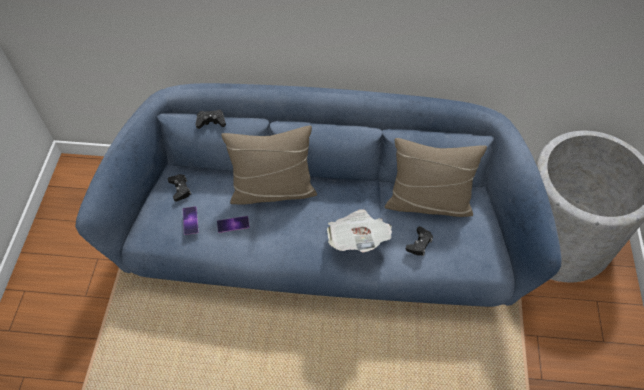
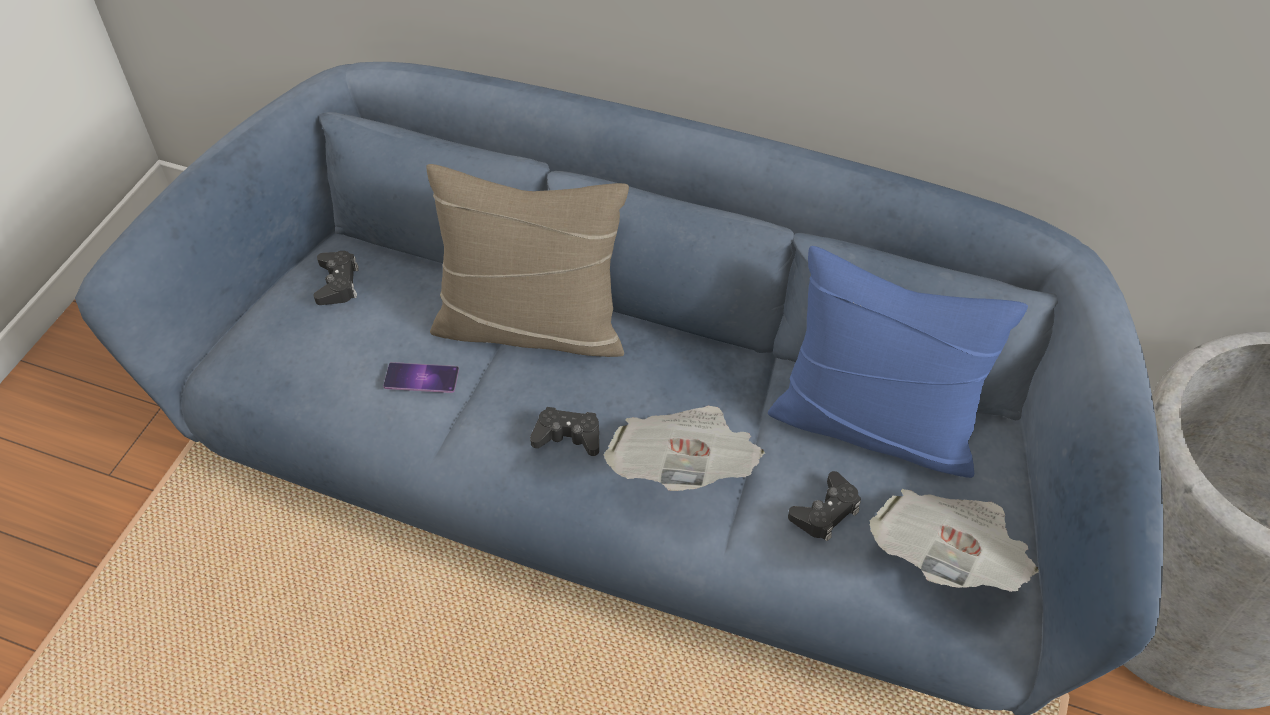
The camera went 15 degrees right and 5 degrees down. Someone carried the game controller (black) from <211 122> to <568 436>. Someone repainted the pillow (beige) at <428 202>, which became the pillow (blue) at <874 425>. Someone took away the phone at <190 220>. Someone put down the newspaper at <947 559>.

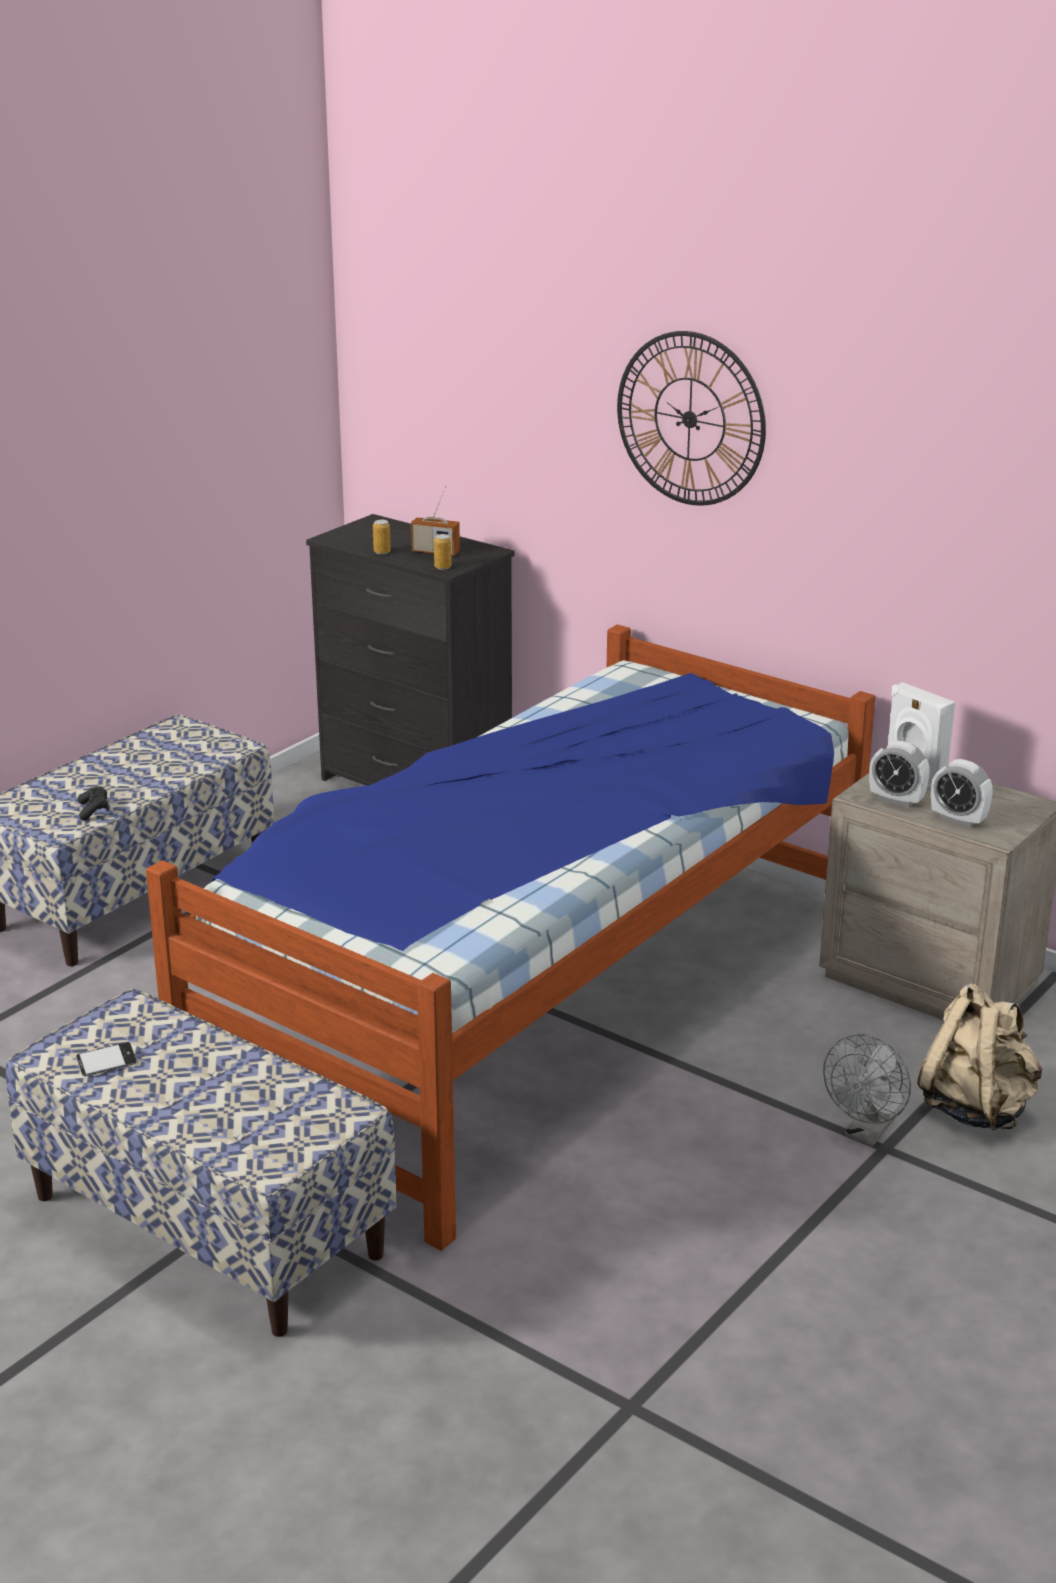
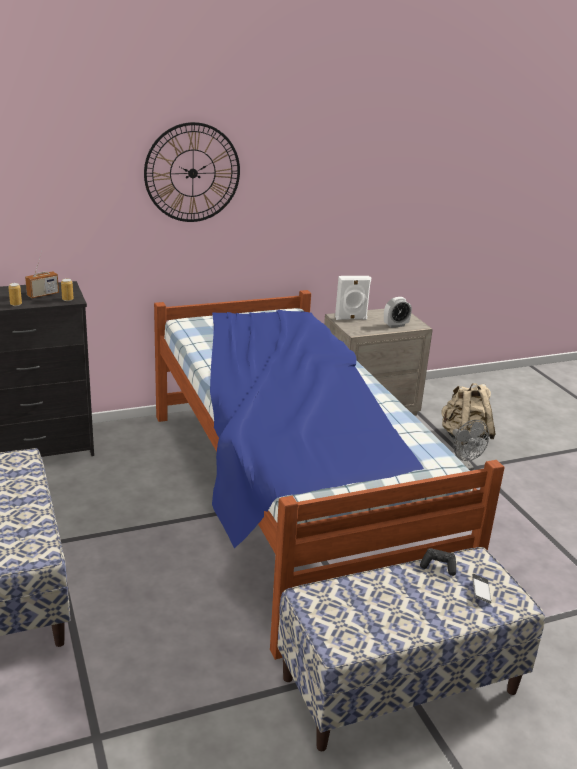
The camera went 60 degrees left and 0 degrees up. Someone took away the alarm clock at <896 800>. Someone carried the game controller (black) from <94 810> to <438 566>. Someone carried the phone from <106 1063> to <480 591>.

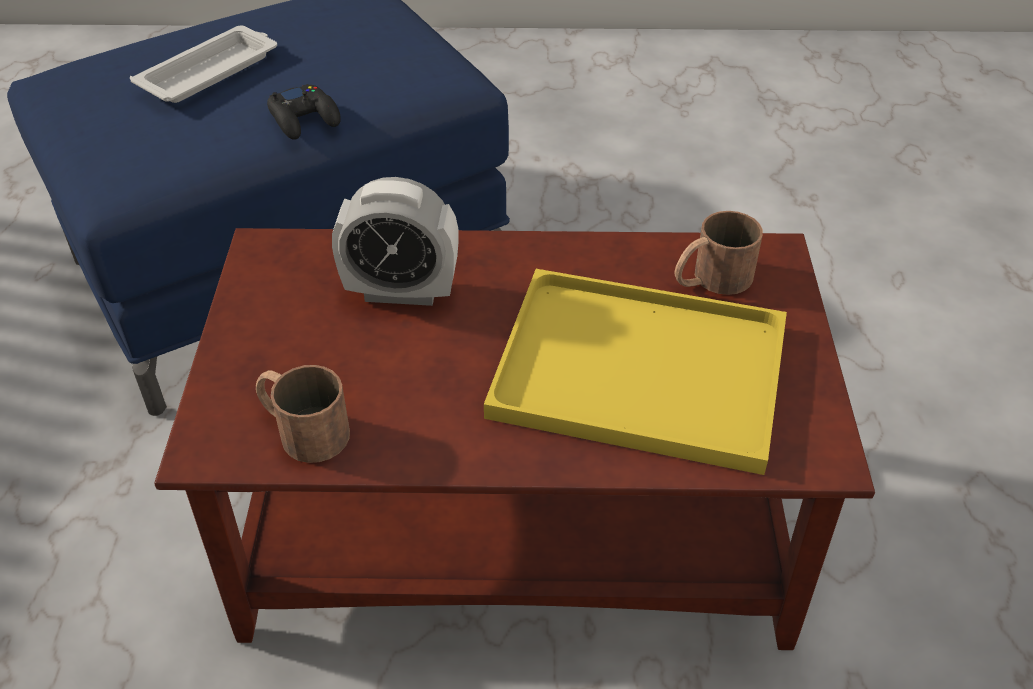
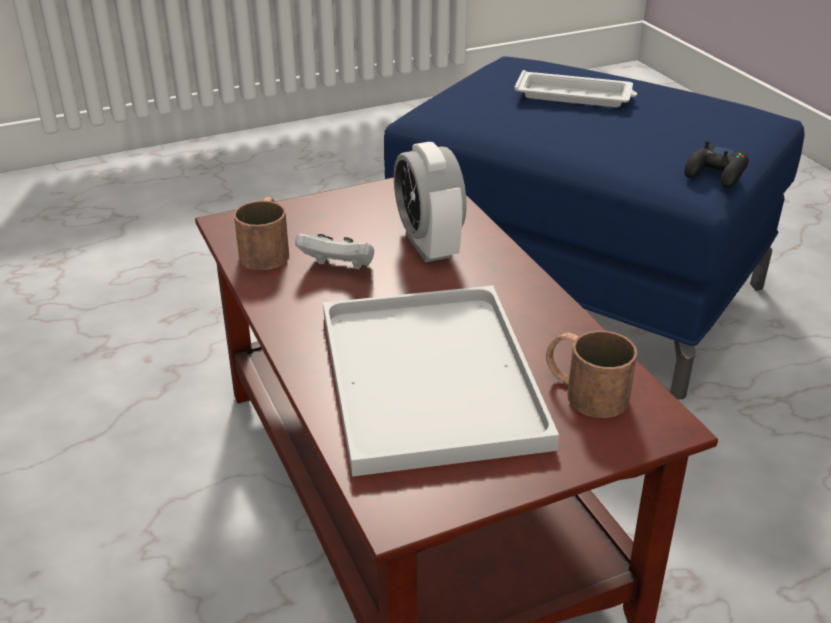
The camera went 65 degrees right and 10 degrees down. Someone carried the game controller (black) from <305 119> to <716 173>. Someone repainted the tray (yellow) at <646 369>, which became the tray (white) at <434 381>. Someone put down the game controller (white) at <339 268>.

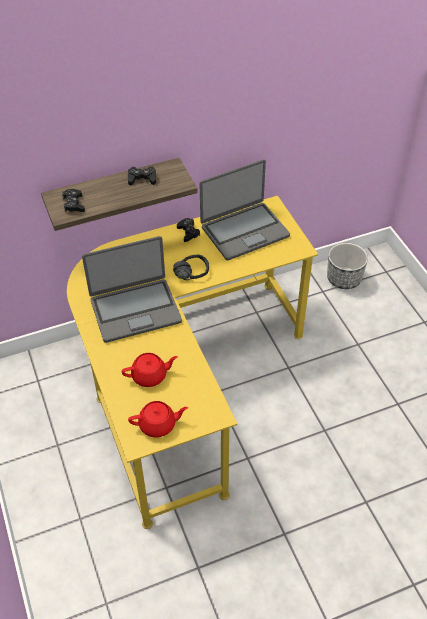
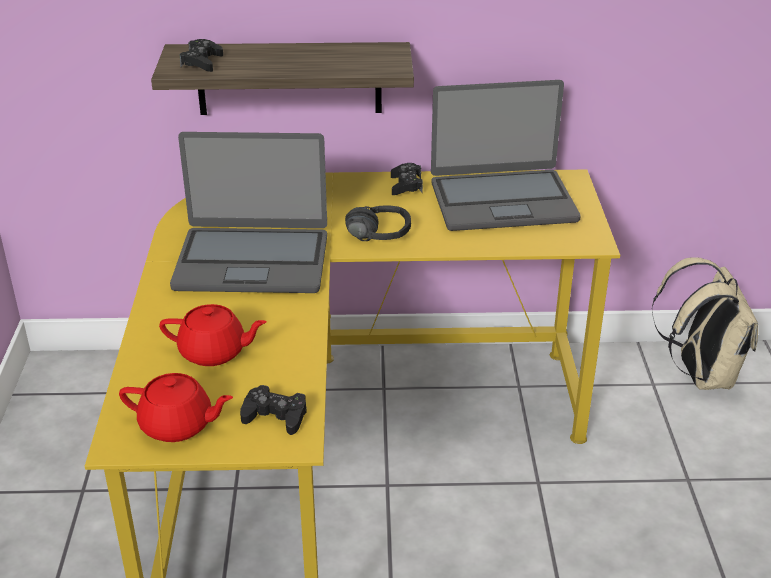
The camera went 20 degrees right and 15 degrees down. Someone carried the game controller (black) from <142 179> to <275 416>. Someone swapped the planter at <343 278> for the backpack (beige) at <700 374>.

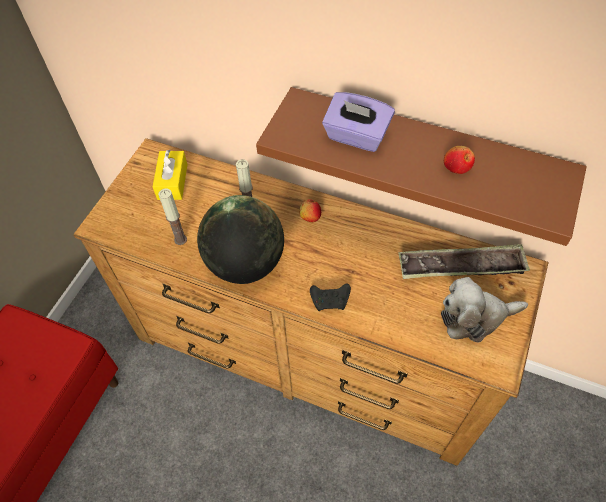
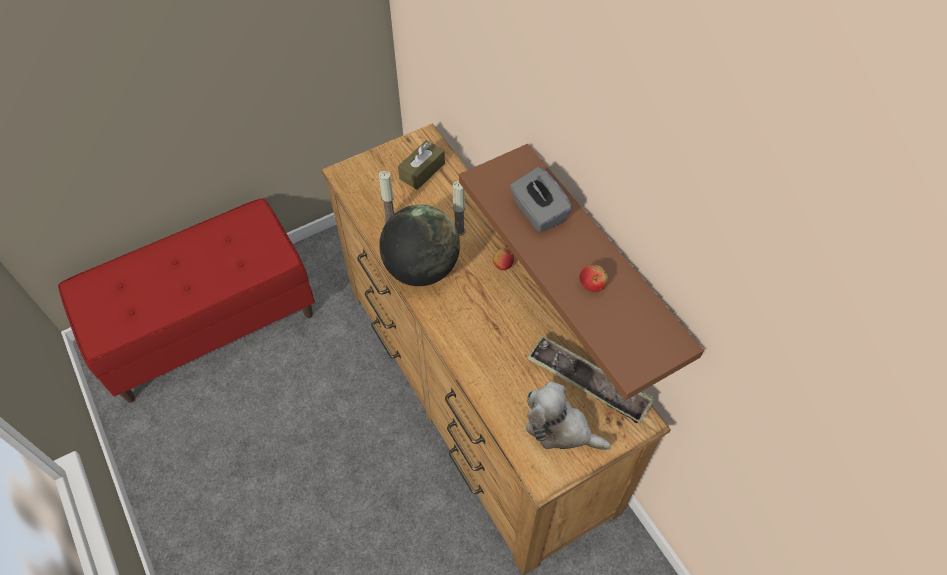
The camera went 35 degrees right and 0 degrees up. Someone repainted the tissue box (purple) at <356 136>, which became the tissue box (grey) at <538 213>. Someone repainted the tissue box (yellow) at <172 181>, which became the tissue box (brown) at <422 171>. Someone took away the game controller (black) at <331 300>.

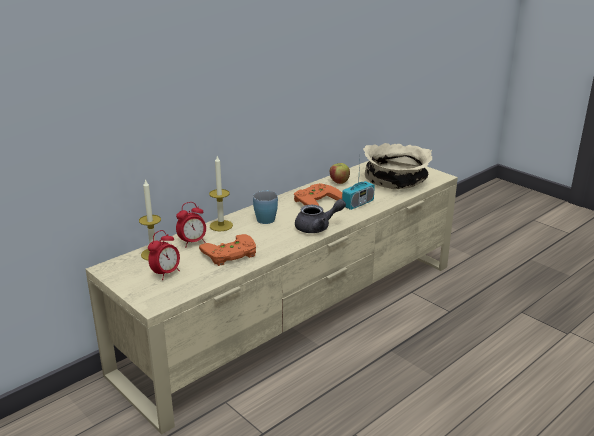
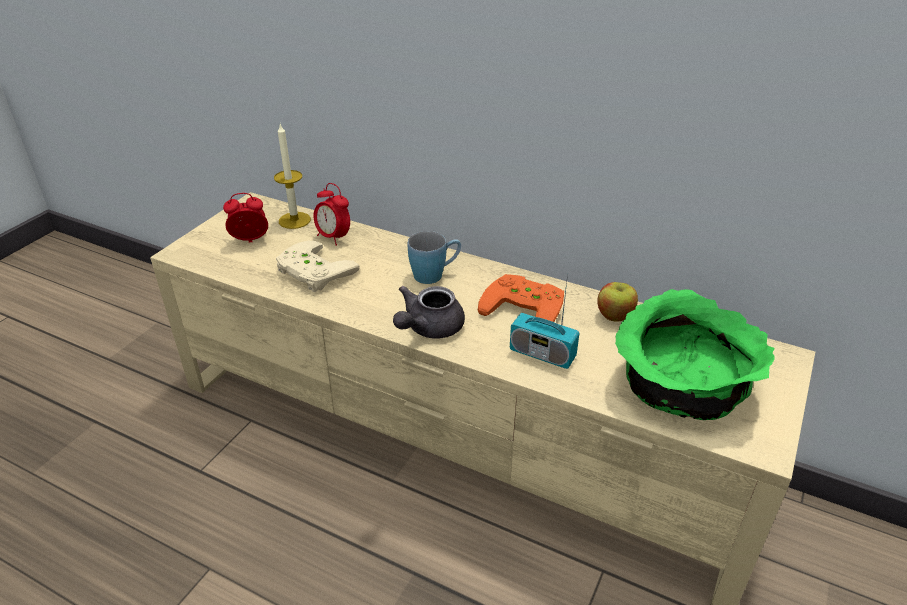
The camera went 70 degrees right and 10 degrees up. Someone repainted the bowl (beige) at <397 181>, which became the bowl (green) at <682 385>. Someone took away the candle at <221 225>. Someone rotated the teapot (grey) at <317 227> by 75 degrees clockwise. Someone rotated the alarm clock at <166 273> by 150 degrees clockwise. Someone repainted the game controller (orange) at <230 255>, which became the game controller (beige) at <312 272>.

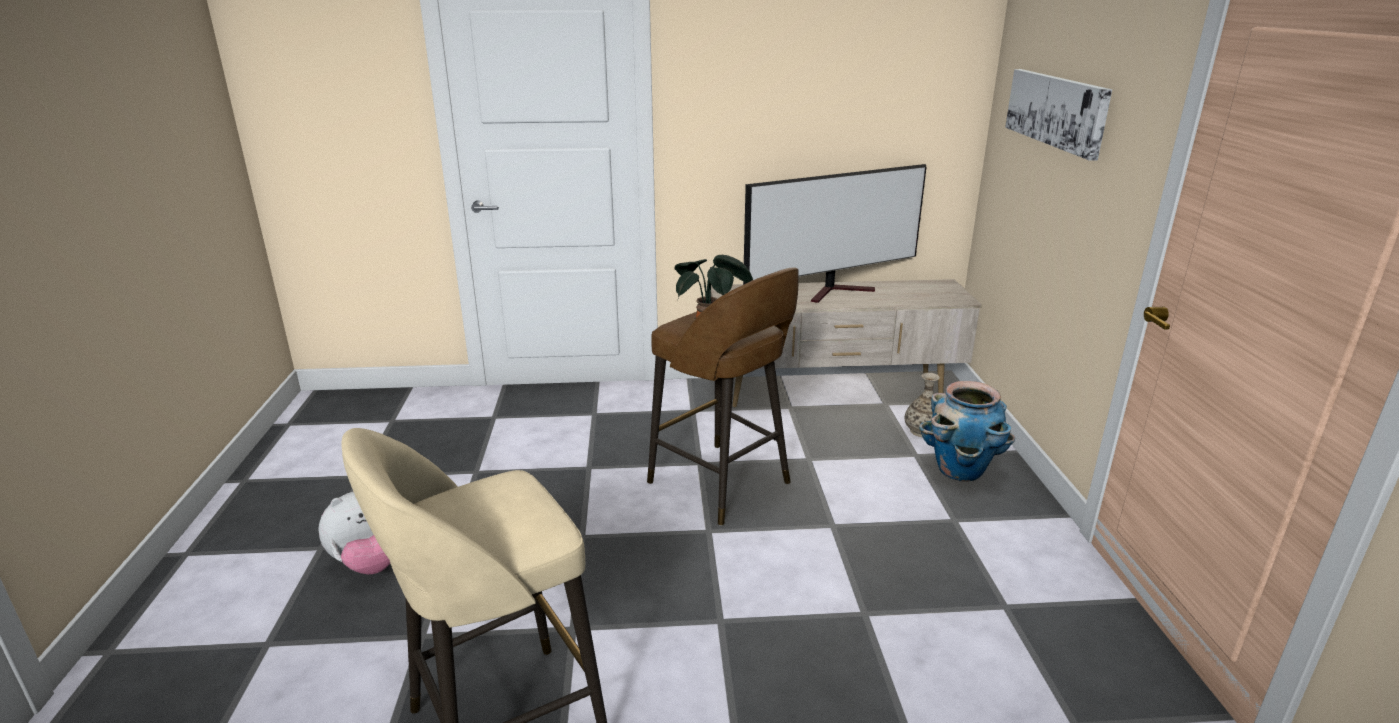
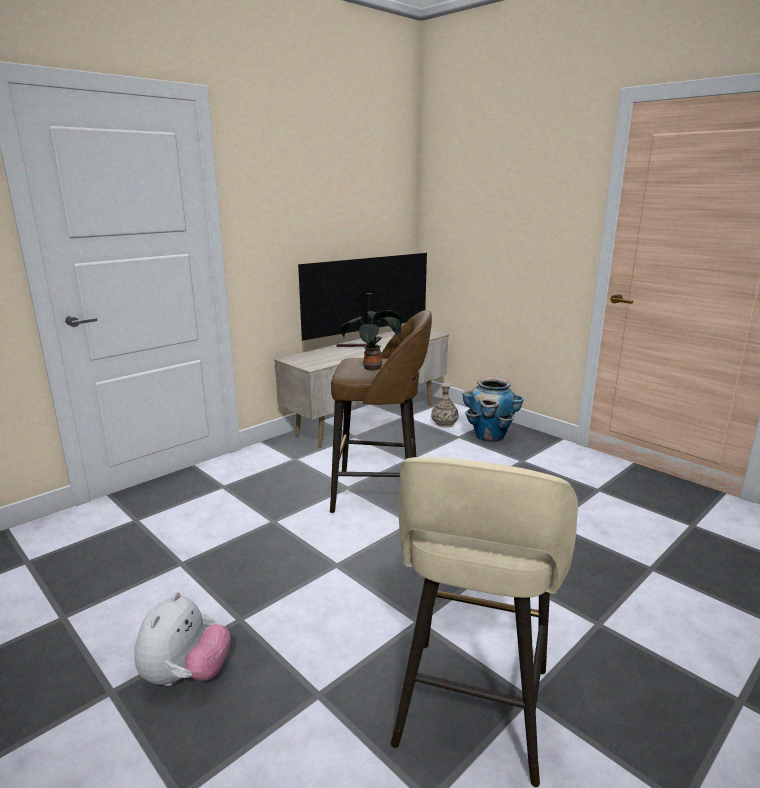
The camera went 40 degrees left and 5 degrees down. Someone took away the picture at <1056 110>. Someone rotated the television at <838 291> by 150 degrees counterclockwise.

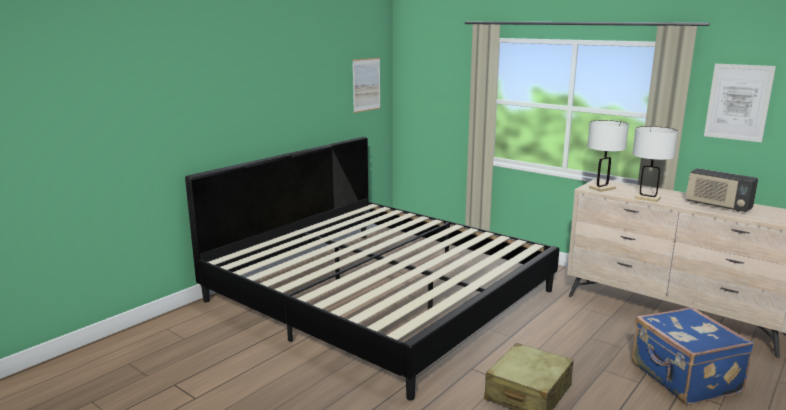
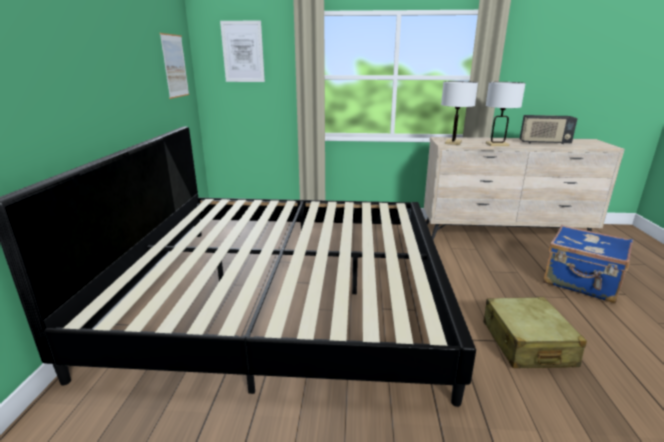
The camera went 35 degrees left and 5 degrees up. Someone carried the picture from <738 102> to <243 52>.

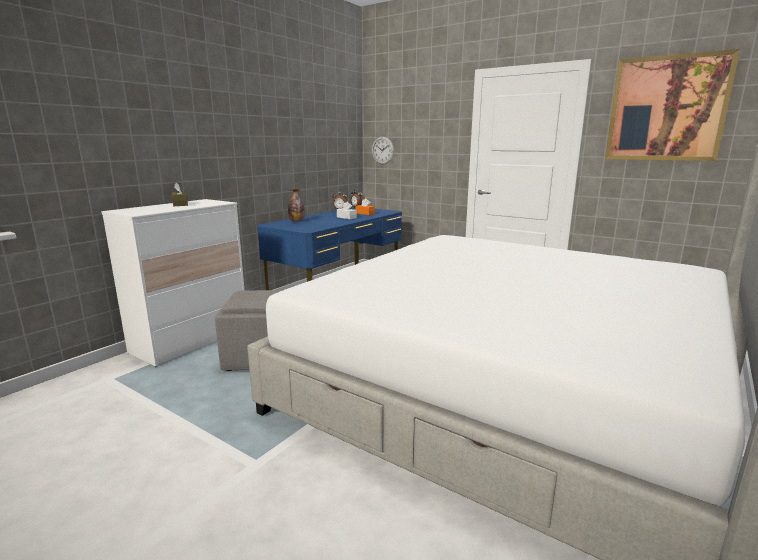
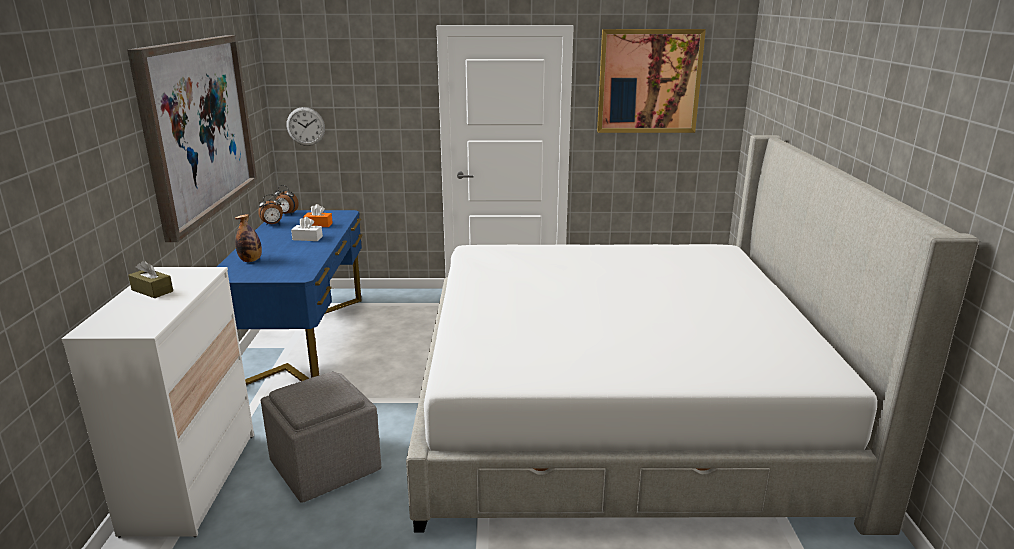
The camera went 35 degrees left and 5 degrees up. Someone put up the picture at <198 128>.

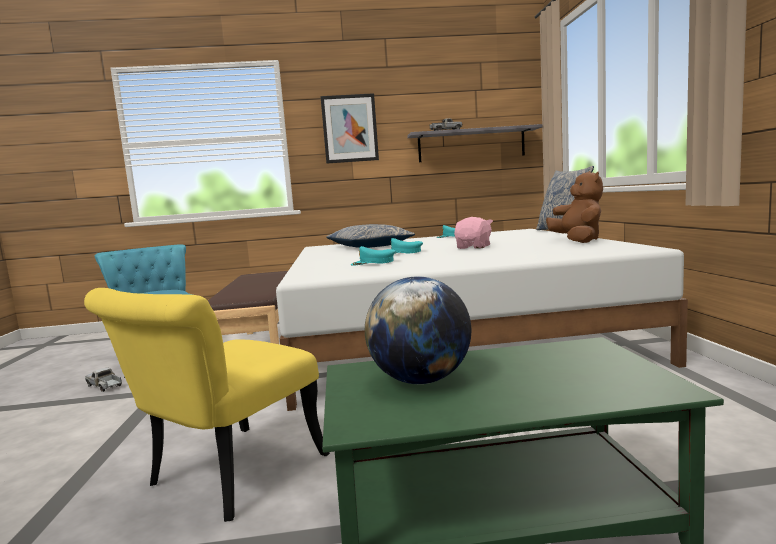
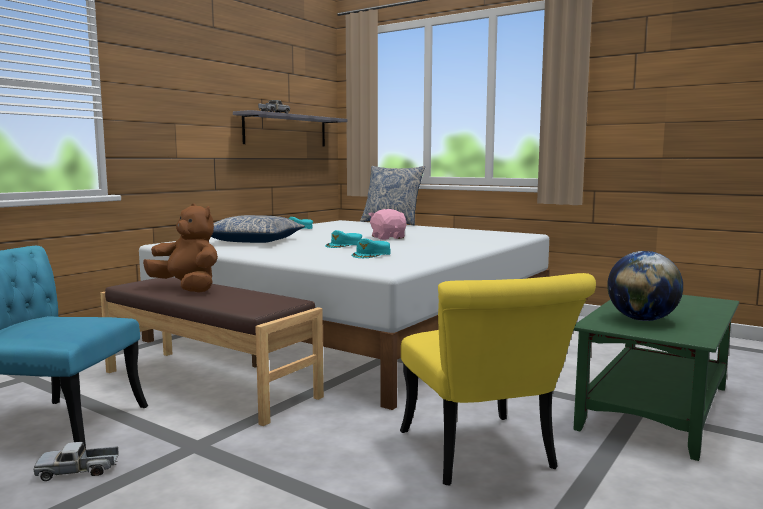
The camera went 50 degrees left and 0 degrees up. Someone took away the picture at <350 128>. Someone carried the plush toy (brown) from <577 241> to <187 288>.

